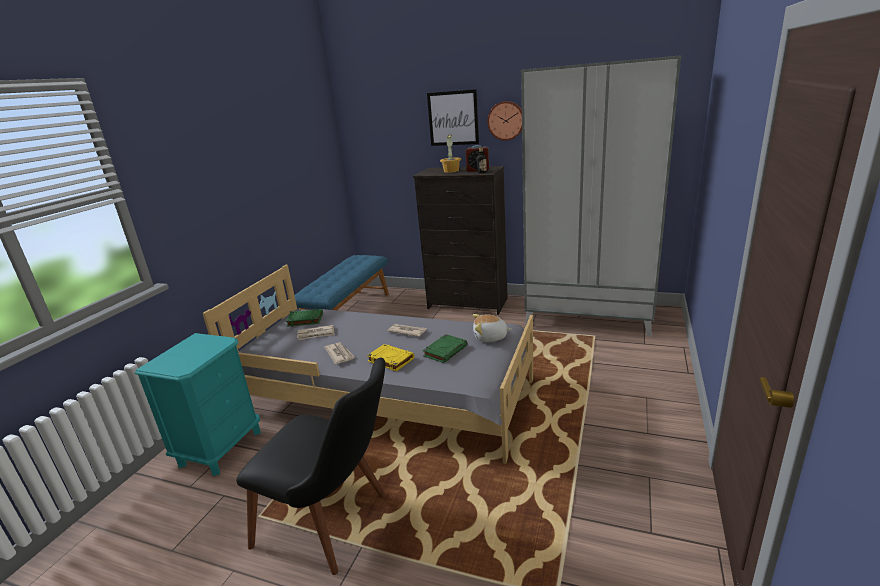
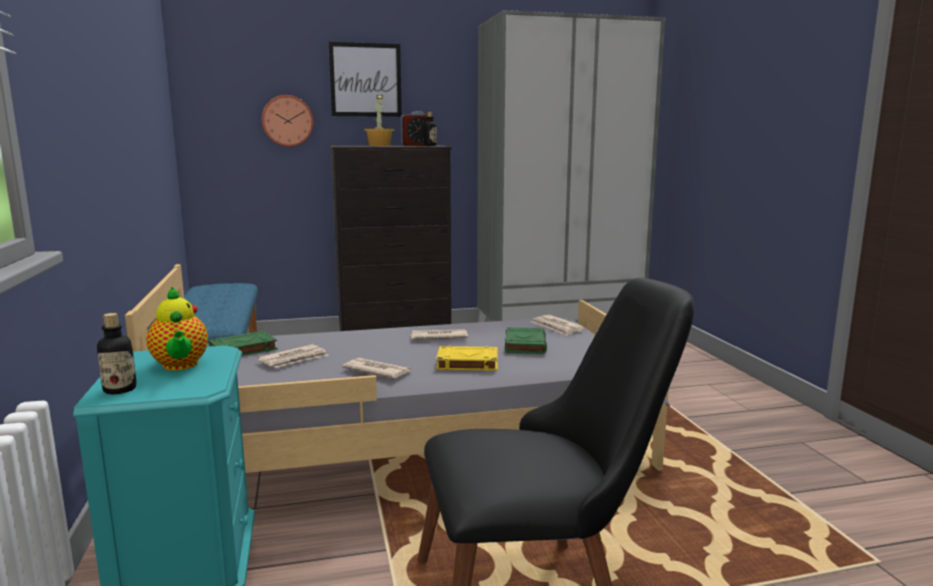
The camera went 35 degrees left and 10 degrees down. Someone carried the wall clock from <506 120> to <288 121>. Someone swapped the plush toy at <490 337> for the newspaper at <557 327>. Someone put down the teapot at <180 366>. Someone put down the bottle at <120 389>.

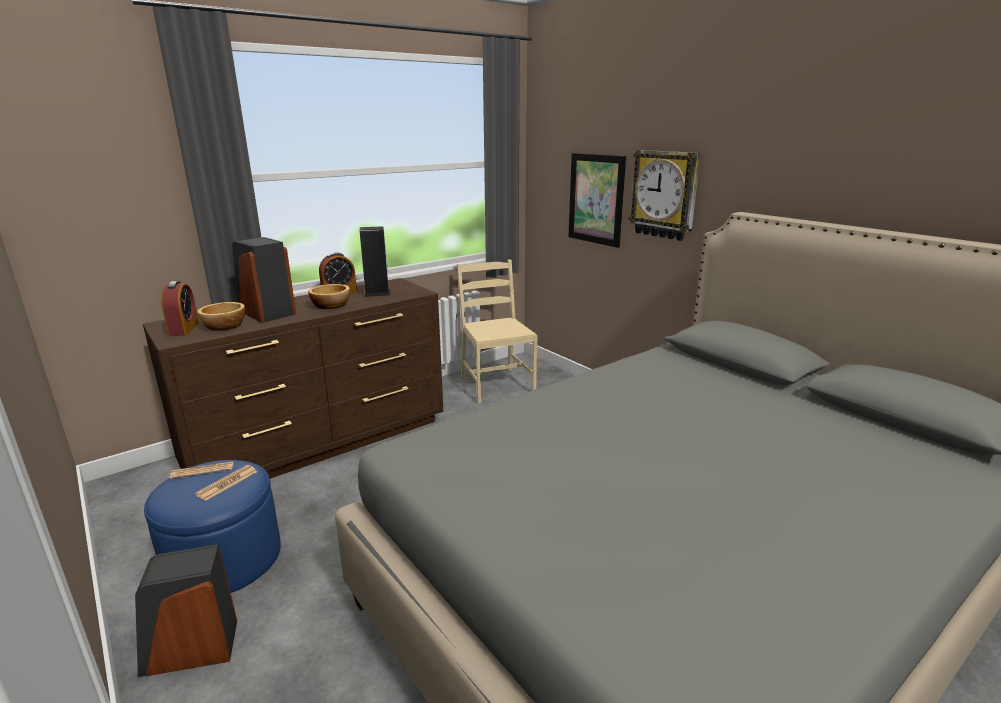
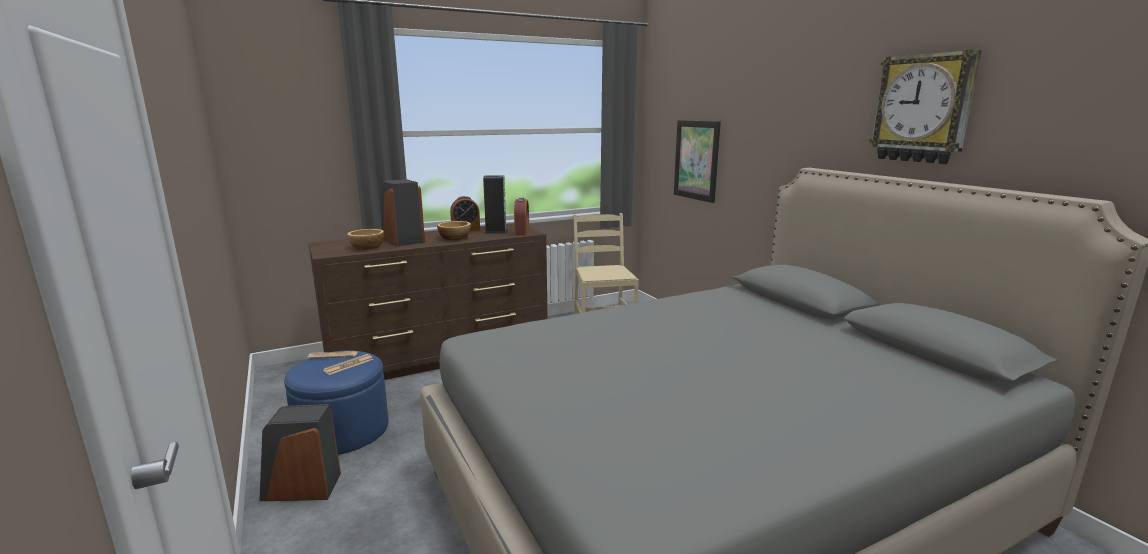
The camera went 10 degrees right and 5 degrees down. Someone carried the wall clock from <664 194> to <923 109>. Someone carried the alarm clock from <184 329> to <522 232>.

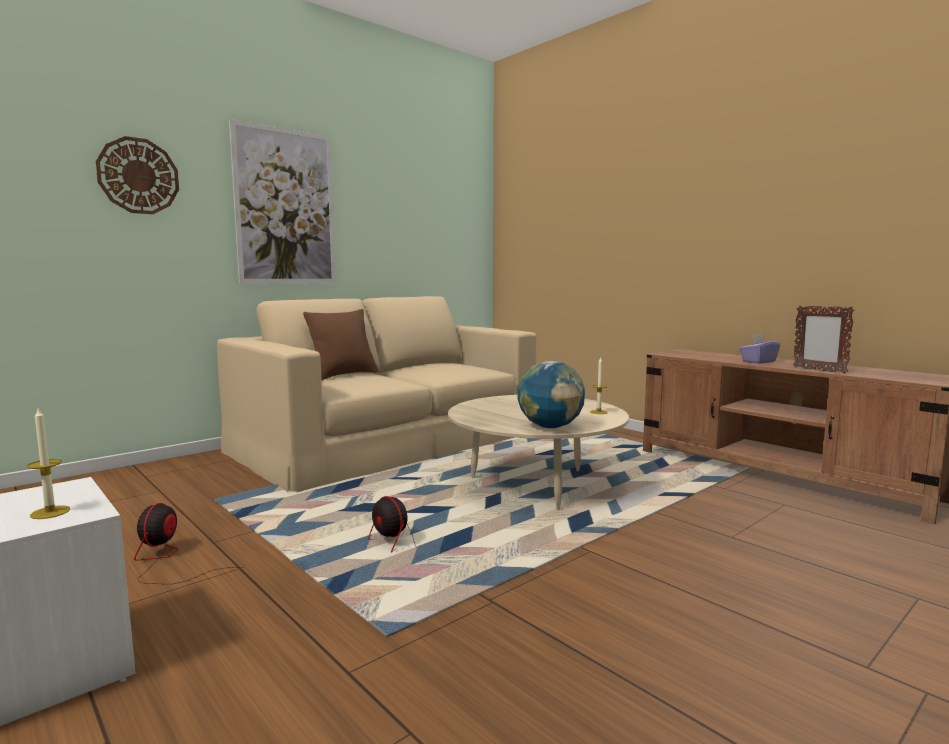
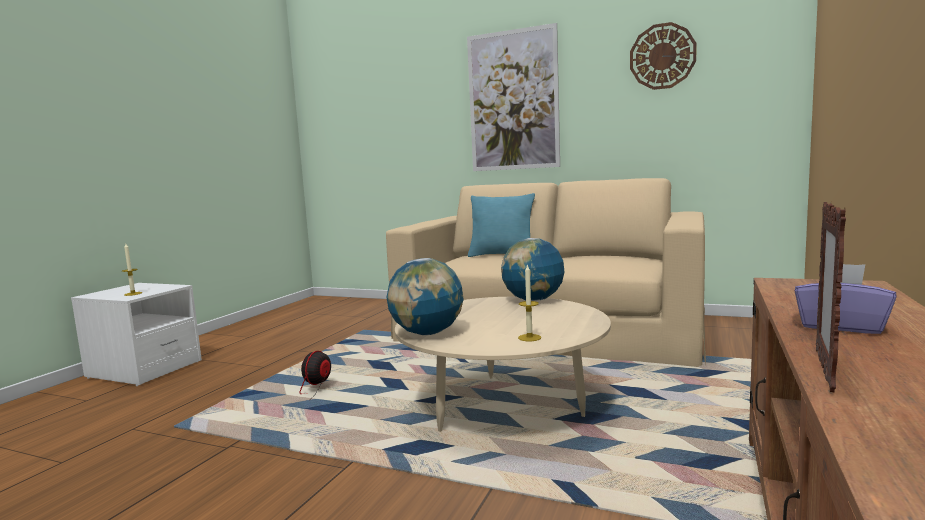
The camera went 65 degrees right and 0 degrees up. Someone carried the wall clock from <138 176> to <662 56>. Someone repainted the pillow (brown) at <344 375>, which became the pillow (turquoise) at <502 255>. Someone took away the fan at <167 560>. Someone put down the globe at <533 300>.

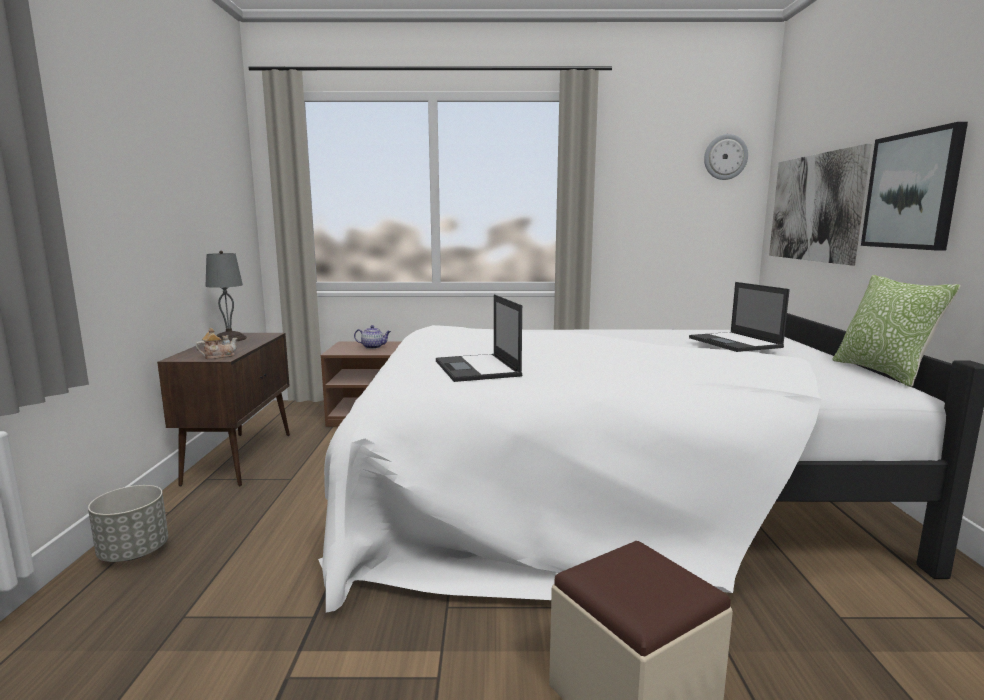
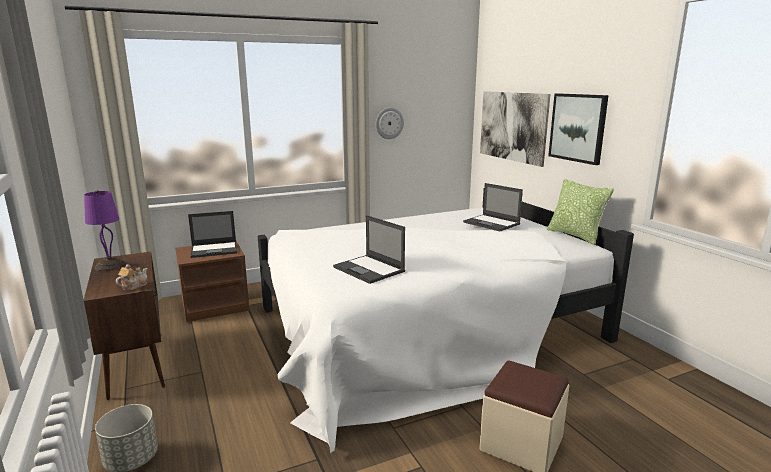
The camera went 25 degrees left and 5 degrees up. Someone carried the wall clock from <725 157> to <389 123>. Someone repainted the table lamp (grey) at <229 339>, which became the table lamp (purple) at <110 265>. Someone swapped the teapot at <373 347> for the laptop at <215 250>.

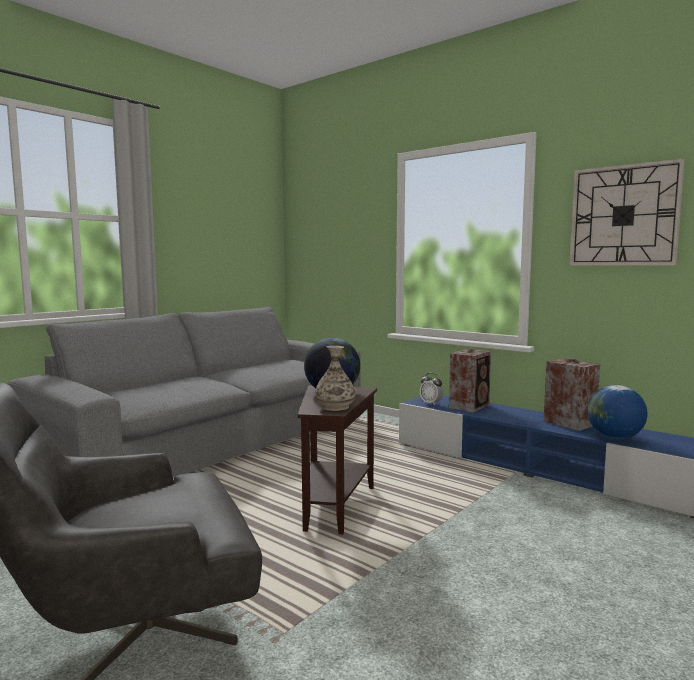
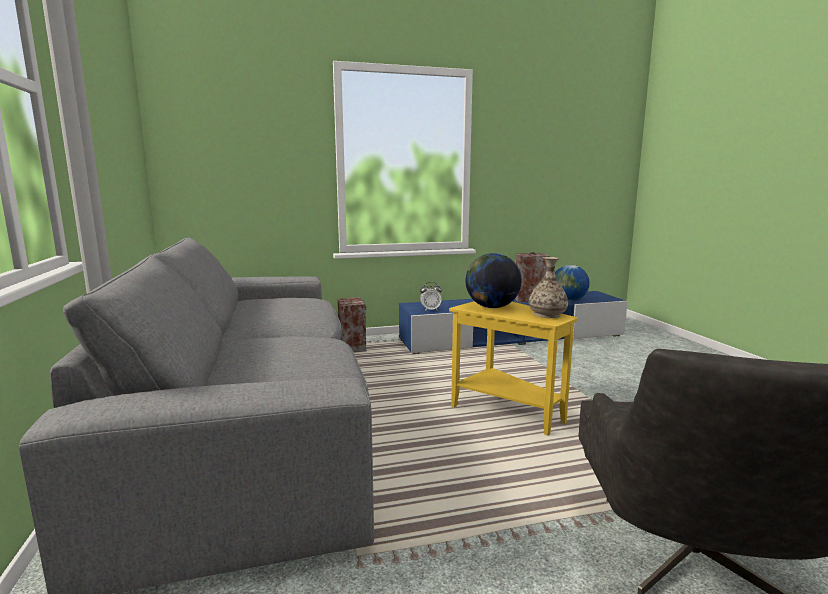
The camera went 55 degrees left and 5 degrees up. Someone took away the wall clock at <623 216>. Someone carried the speaker from <470 406> to <352 347>. Someone repainted the side table (brown) at <334 504>, which became the side table (yellow) at <505 410>.

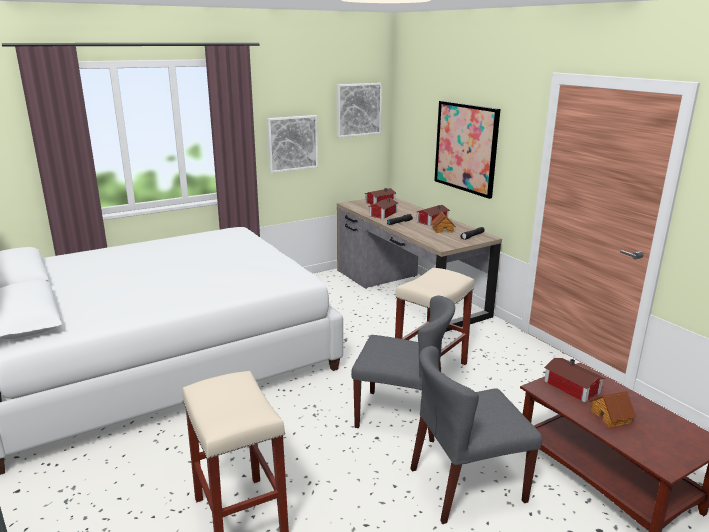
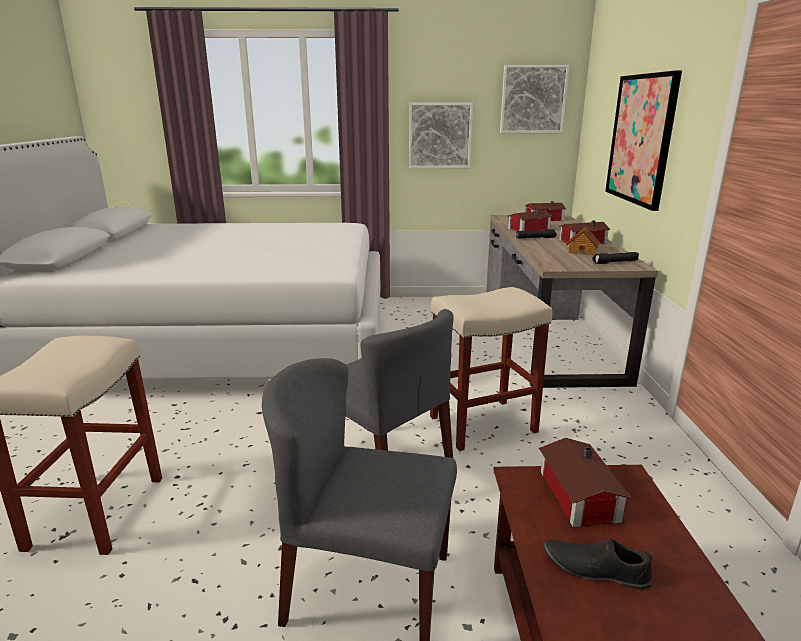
The camera went 30 degrees right and 0 degrees up. Someone swapped the toy house at <611 417> for the shoe (black) at <595 569>.

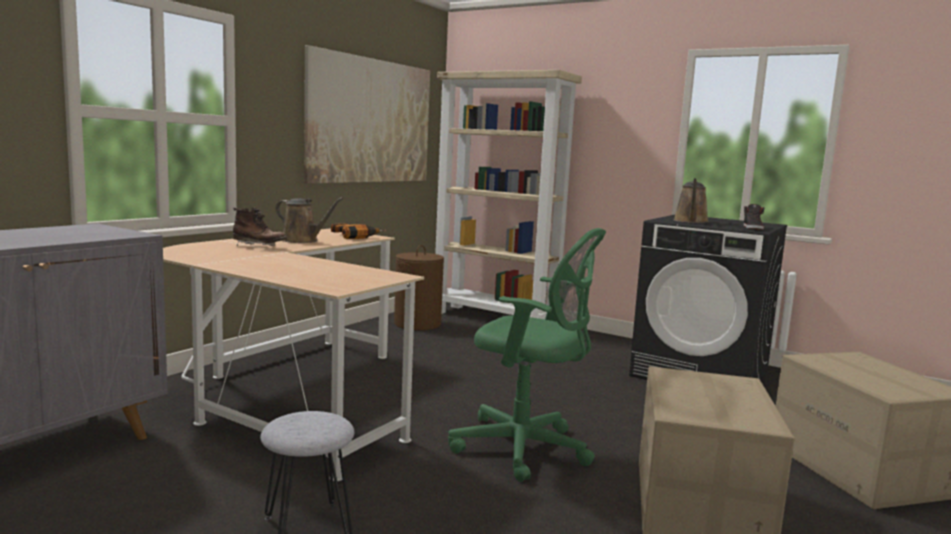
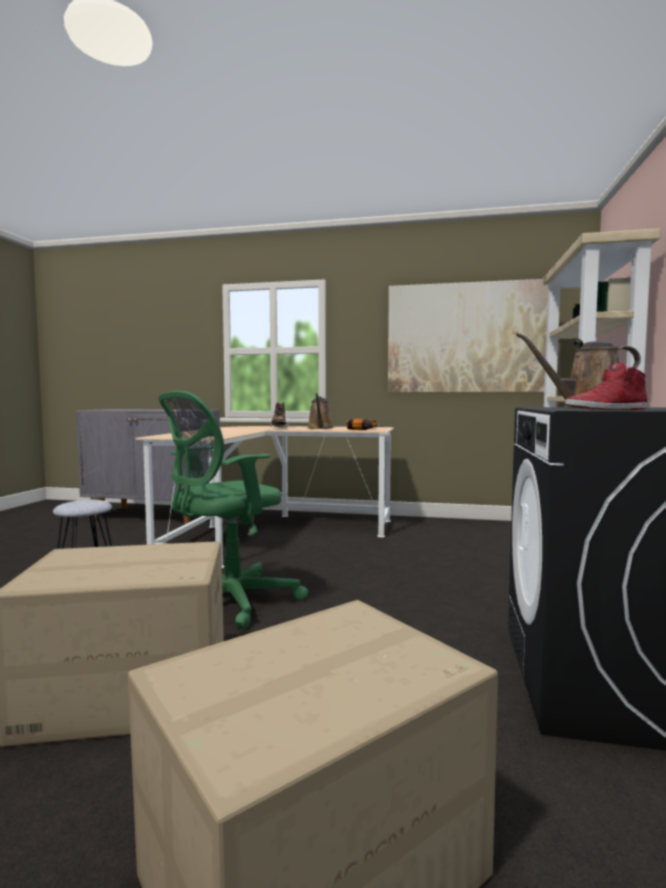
The camera went 70 degrees right and 5 degrees down. Someone repainted the shoe (black) at <753 228>, which became the shoe (red) at <606 409>. Someone rotated the office chair (green) at <526 449> by 45 degrees clockwise. Someone took away the laundry basket (brown) at <417 324>.

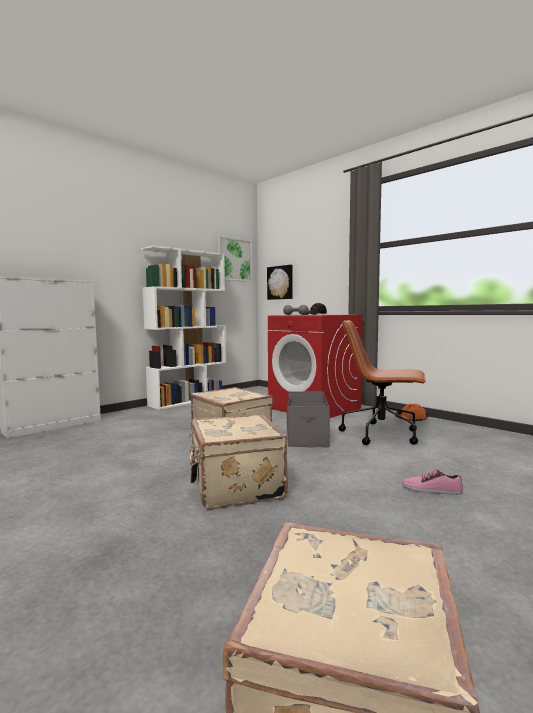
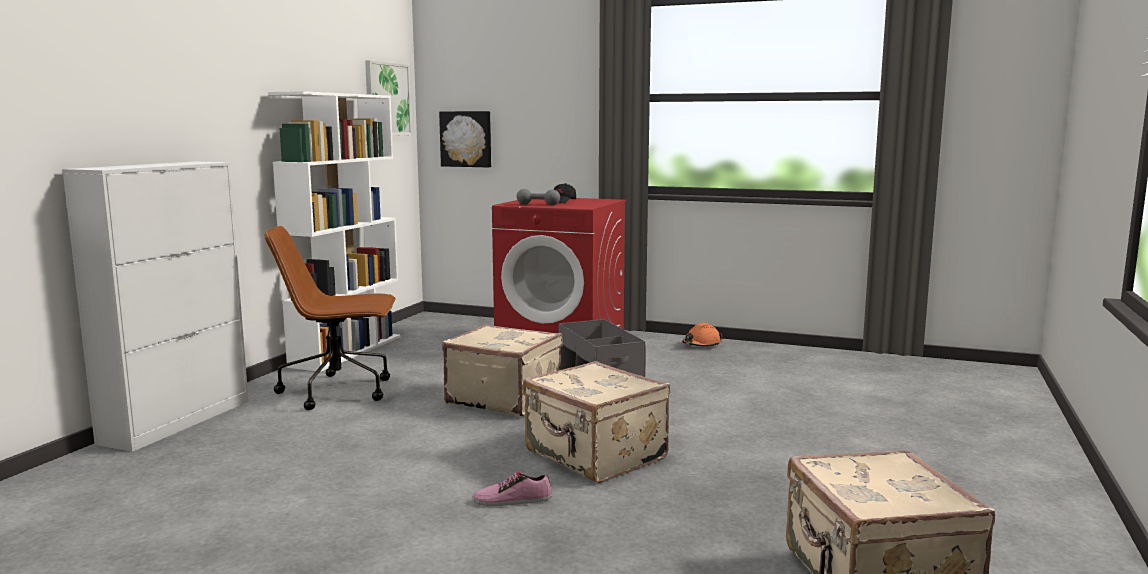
The camera went 25 degrees left and 5 degrees up. Someone carried the office chair (brown) from <382 434> to <339 391>. Someone carried the shoe from <431 489> to <512 500>.

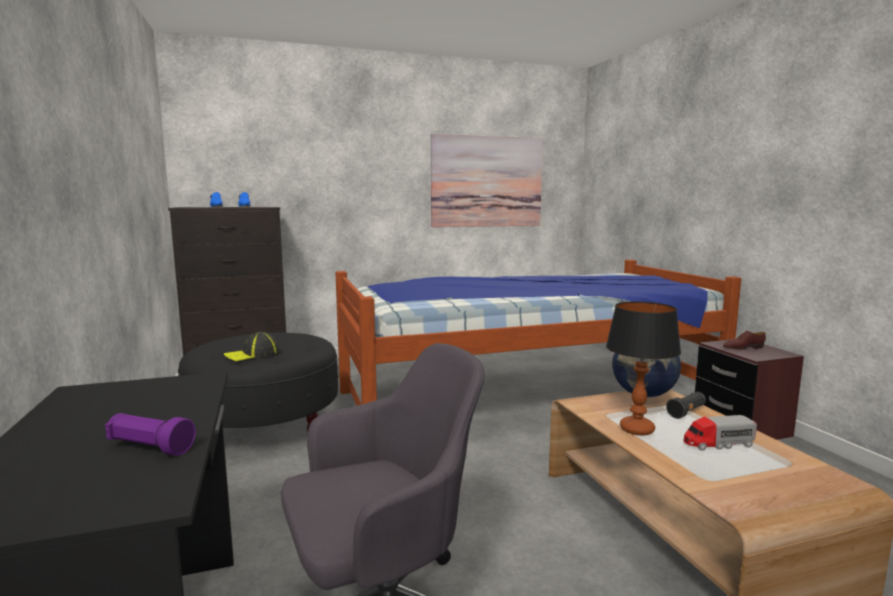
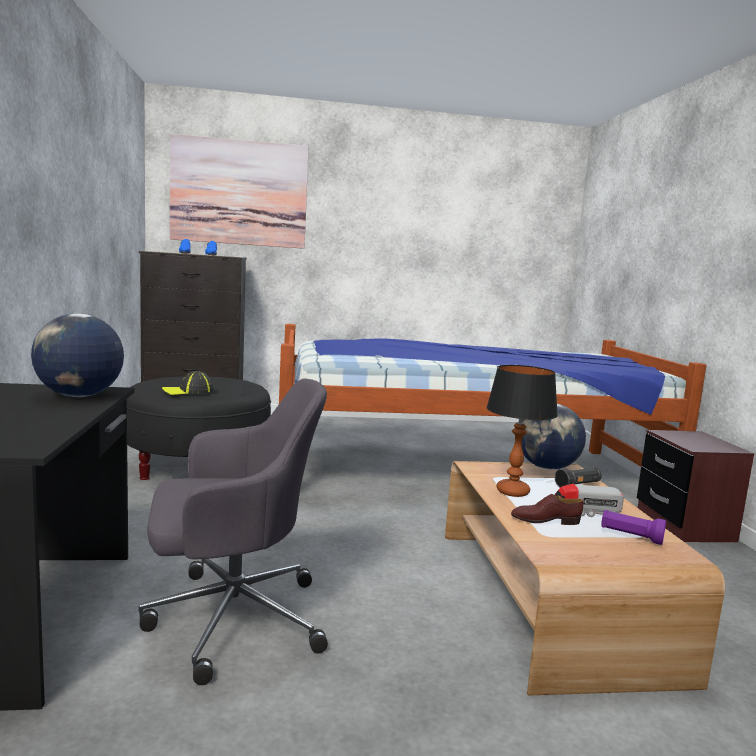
The camera went 10 degrees right and 0 degrees up. Someone carried the picture from <487 181> to <239 193>. Someone carried the shoe (brown) from <743 348> to <545 520>. Someone carried the flashlight (purple) from <150 447> to <630 536>. Someone put down the globe at <79 396>.

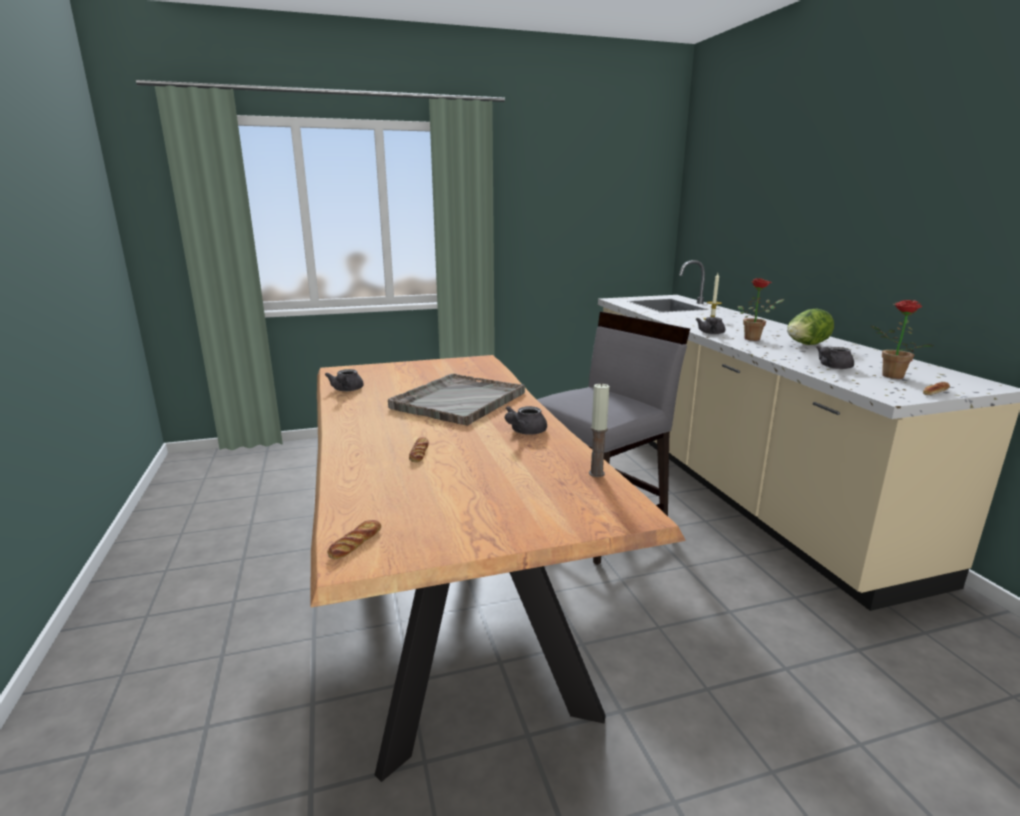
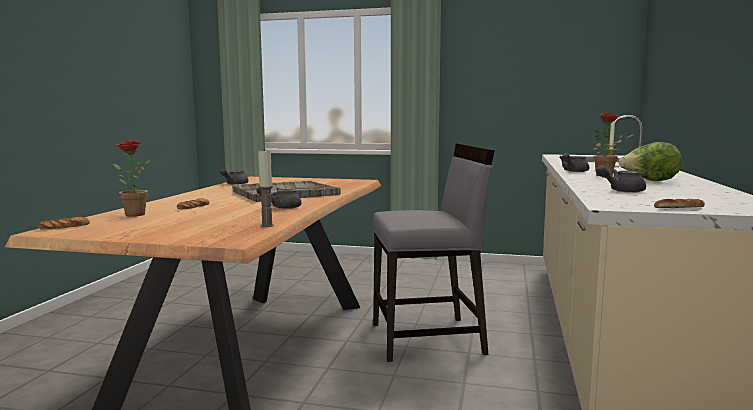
The camera went 30 degrees right and 10 degrees down. Someone carried the potted plant from <889 376> to <131 214>.

